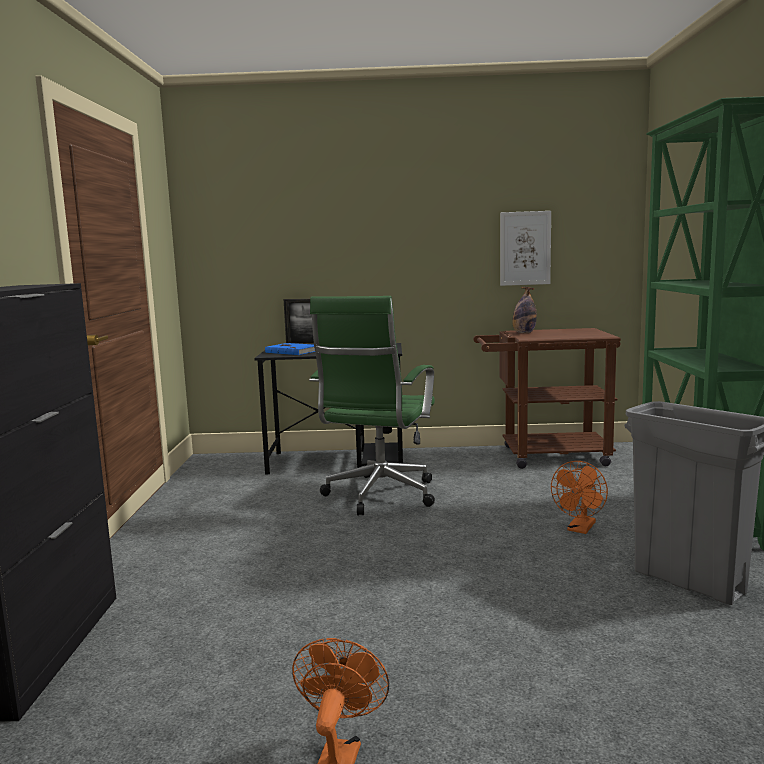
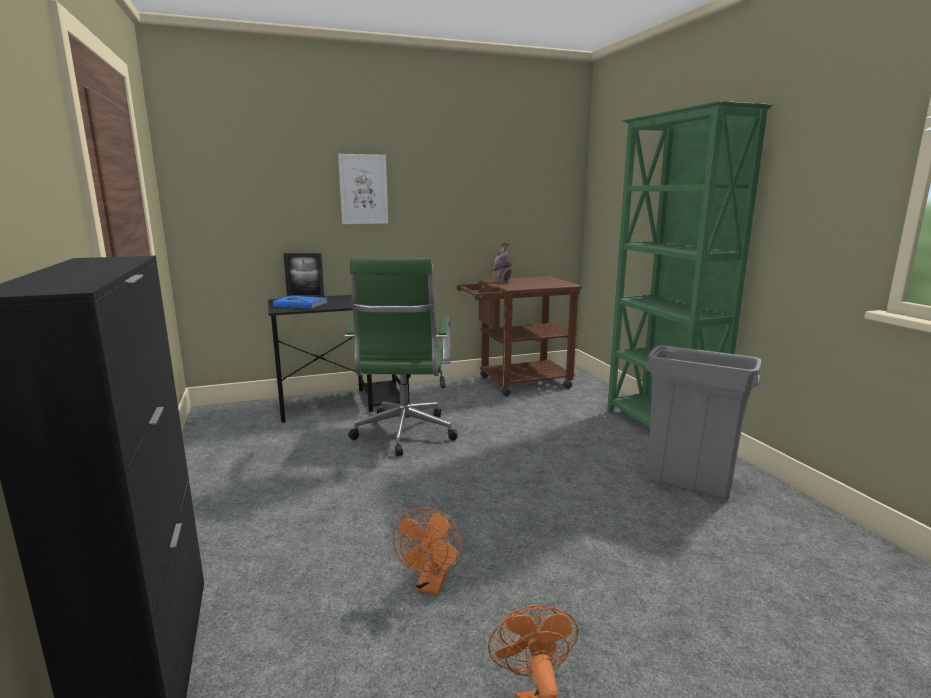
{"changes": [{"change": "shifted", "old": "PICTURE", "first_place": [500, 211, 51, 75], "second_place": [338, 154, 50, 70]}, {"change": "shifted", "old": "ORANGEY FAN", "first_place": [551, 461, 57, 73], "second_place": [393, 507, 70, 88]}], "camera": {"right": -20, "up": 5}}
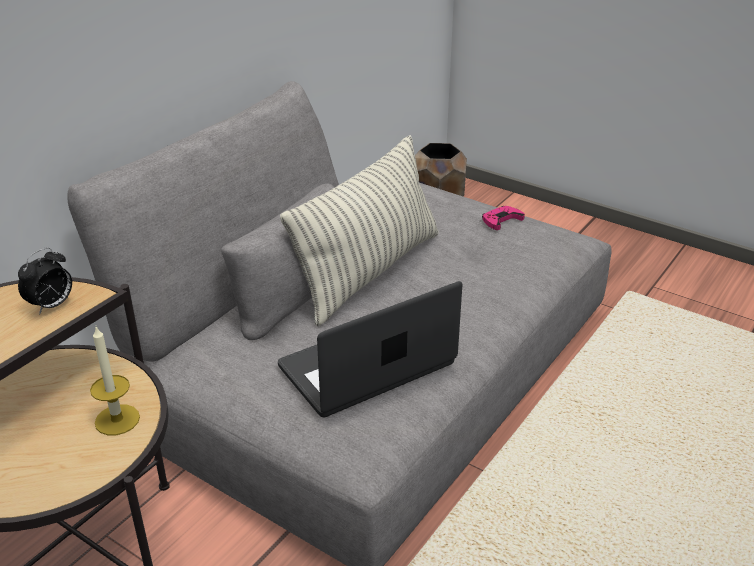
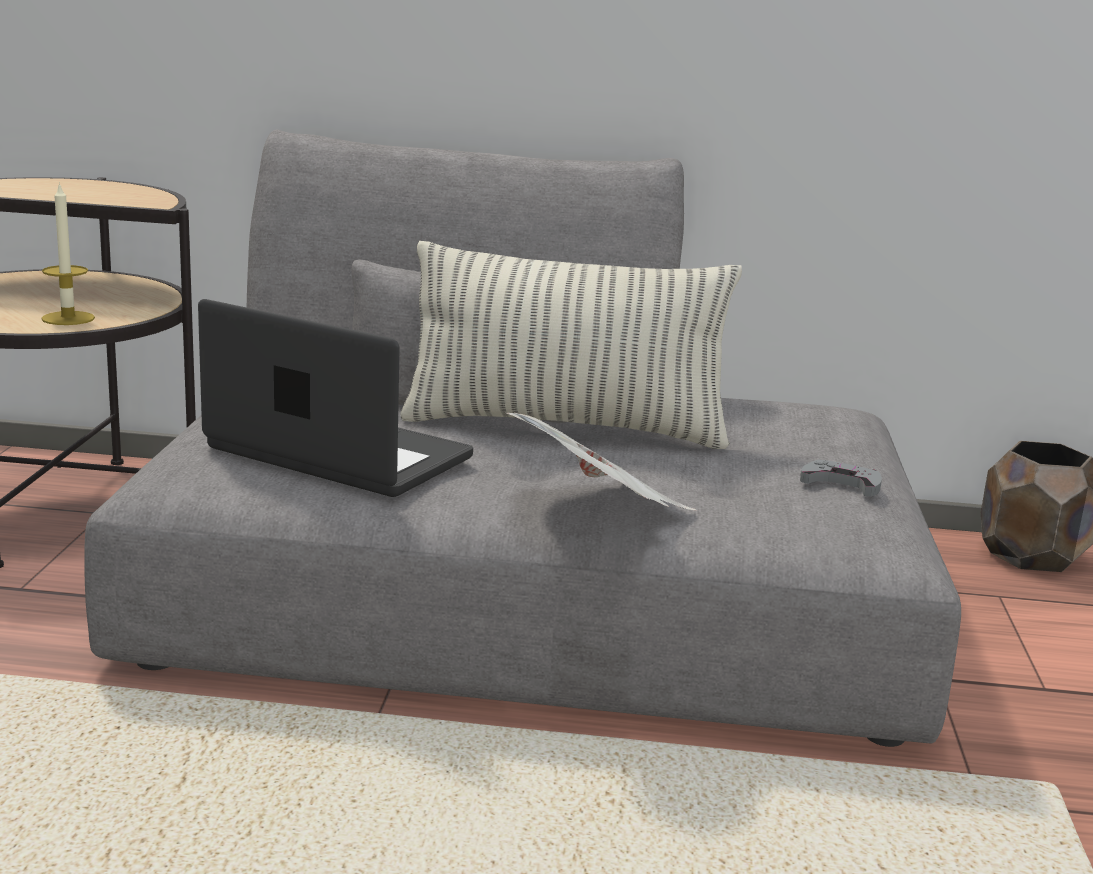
{"changes": [{"change": "gone", "old": "BEDSIDE CLOCK", "first_place": [18, 247, 54, 68]}, {"change": "repainted", "old": "PINK GAME CONTROLLER", "new": "GRAY GAME CONTROLLER", "first_place": [482, 206, 43, 24], "second_place": [800, 459, 82, 37]}, {"change": "new", "new": "DAILY PAPER", "second_place": [507, 413, 189, 97]}], "camera": {"right": 60, "up": -15}}
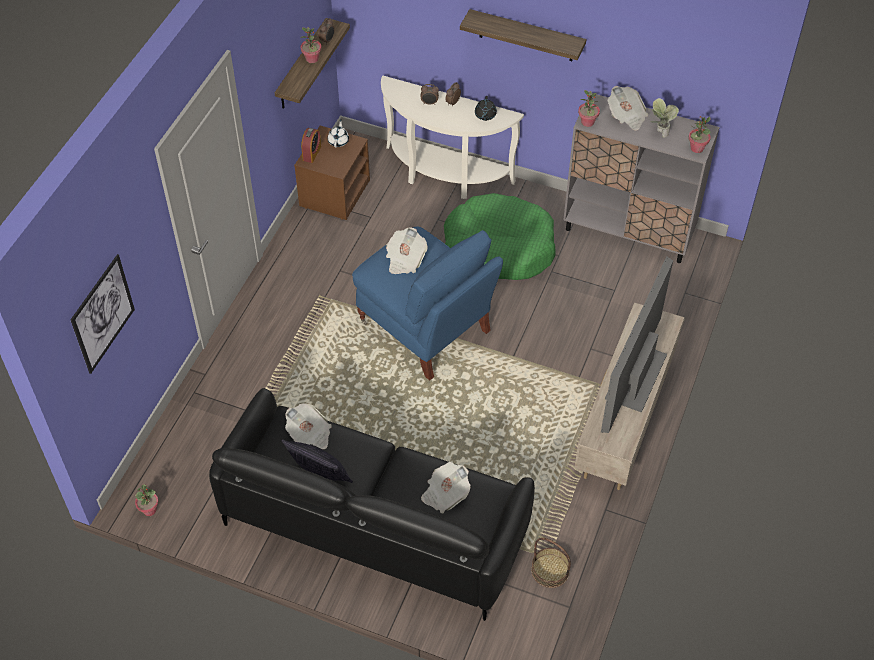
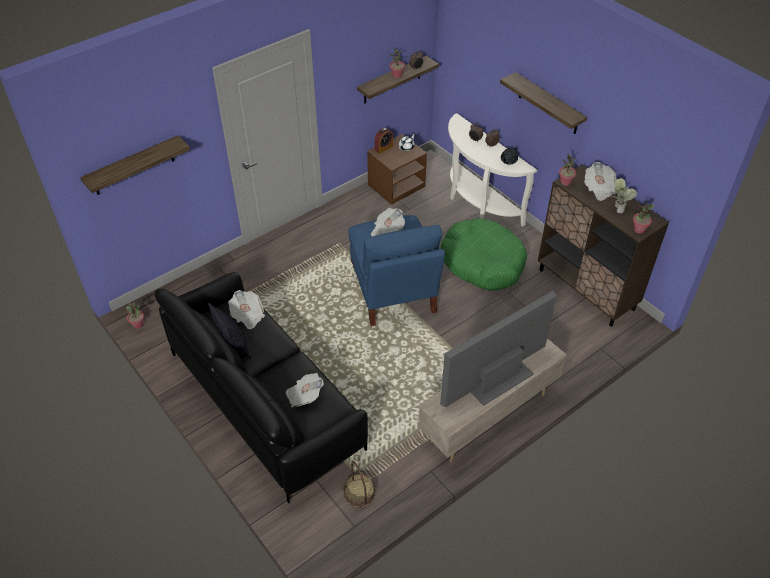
{"changes": [{"change": "swapped", "old": "PICTURE", "new": "SHELF", "first_place": [71, 254, 64, 120], "second_place": [80, 136, 110, 59]}, {"change": "repainted", "old": "GRAY CUPBOARD", "new": "BROWN CUPBOARD", "first_place": [563, 93, 157, 170], "second_place": [538, 164, 131, 163]}], "camera": {"right": 30, "up": -5}}
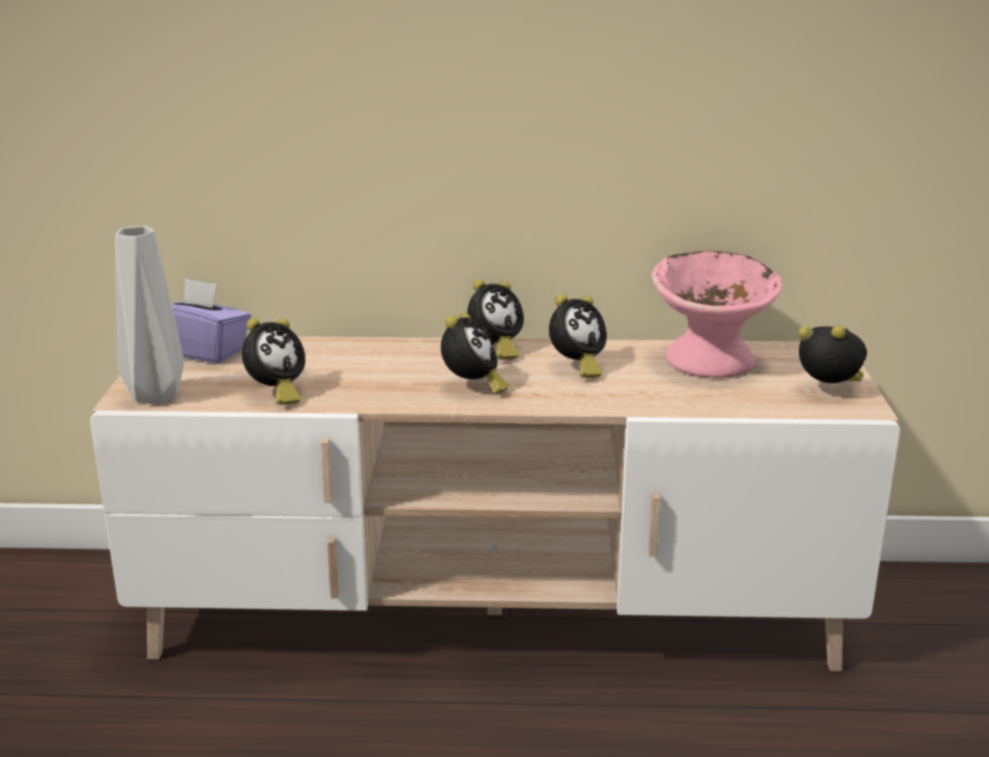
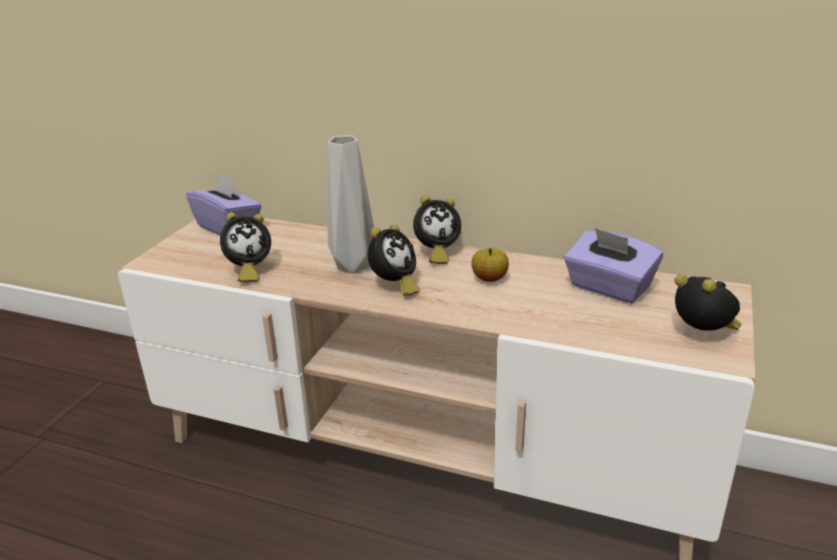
{"changes": [{"change": "shifted", "old": "GRAY DECORATIVE VASE", "first_place": [115, 226, 69, 179], "second_place": [328, 136, 46, 138]}, {"change": "swapped", "old": "BEDSIDE CLOCK", "new": "APPLE FRUIT", "first_place": [549, 294, 58, 84], "second_place": [471, 248, 38, 34]}, {"change": "swapped", "old": "PINK BOWL", "new": "PURPLISH TISSUE BOX", "first_place": [651, 251, 131, 127], "second_place": [564, 228, 99, 76]}], "camera": {"right": 20, "up": 5}}
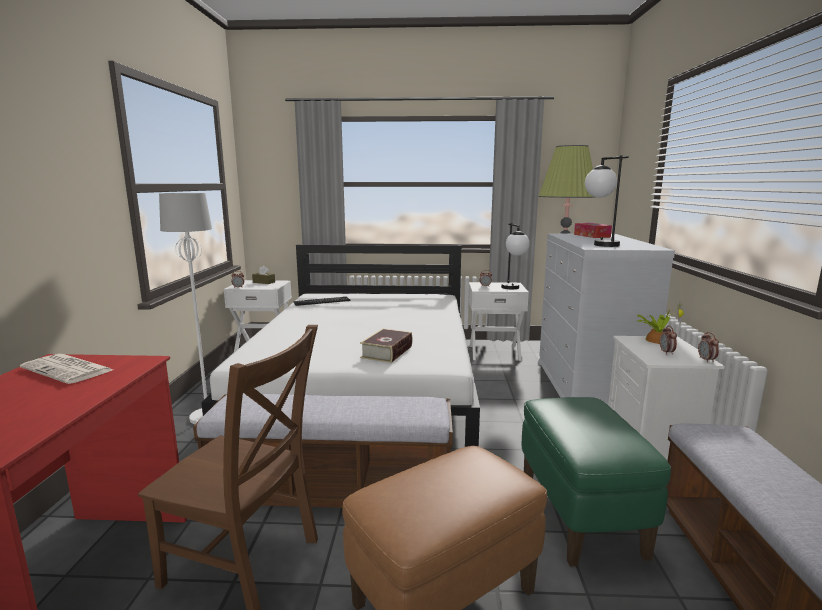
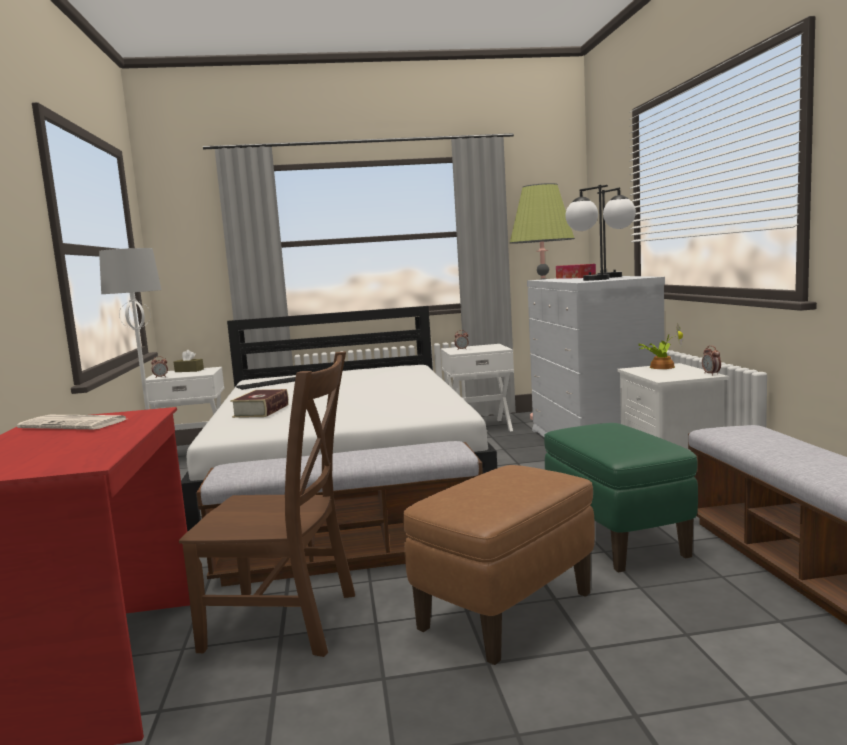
{"changes": [{"change": "shifted", "old": "VOLUME", "first_place": [360, 329, 52, 34], "second_place": [230, 389, 59, 29]}, {"change": "shifted", "old": "LAMP FOR A TABLE", "first_place": [501, 223, 29, 66], "second_place": [597, 187, 39, 91]}, {"change": "gone", "old": "BEDSIDE CLOCK", "first_place": [660, 326, 17, 29]}], "camera": {"right": -10, "up": -5}}
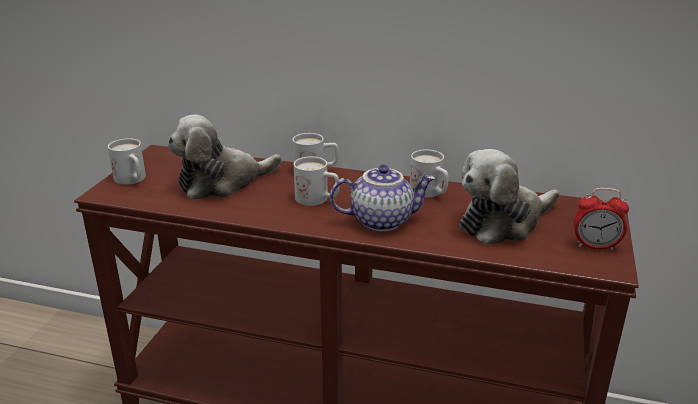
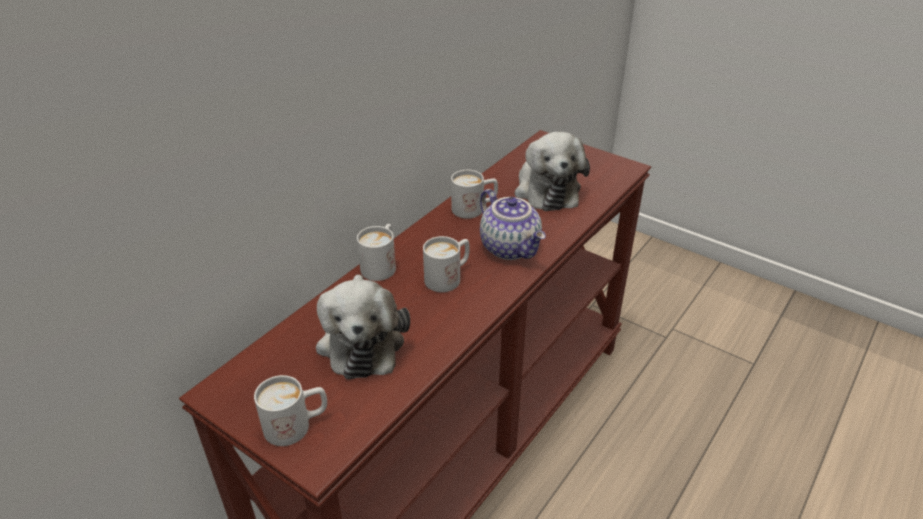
{"changes": [{"change": "rotated", "old": "TEA POT", "first_place": [330, 165, 106, 66], "second_place": [480, 189, 66, 71], "degrees": 135}, {"change": "gone", "old": "BEDSIDE CLOCK", "first_place": [574, 188, 55, 63]}], "camera": {"right": -70, "up": 10}}
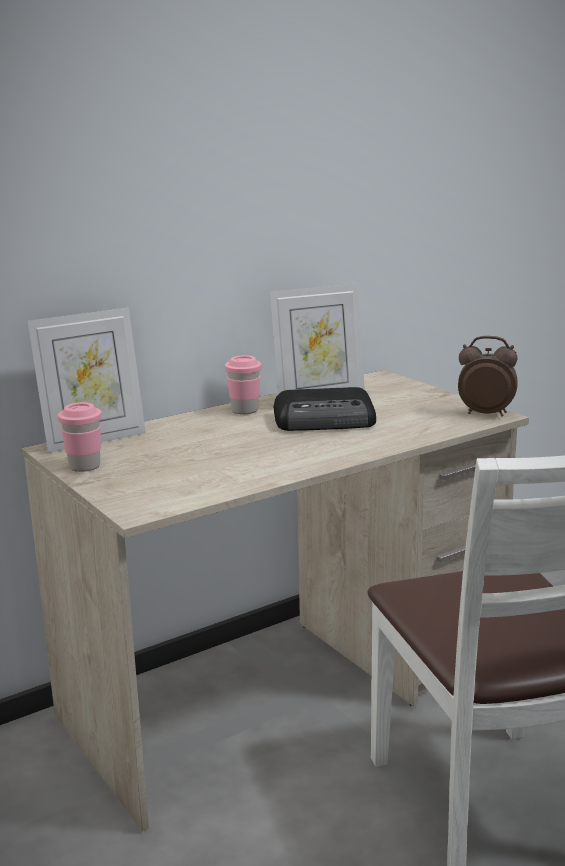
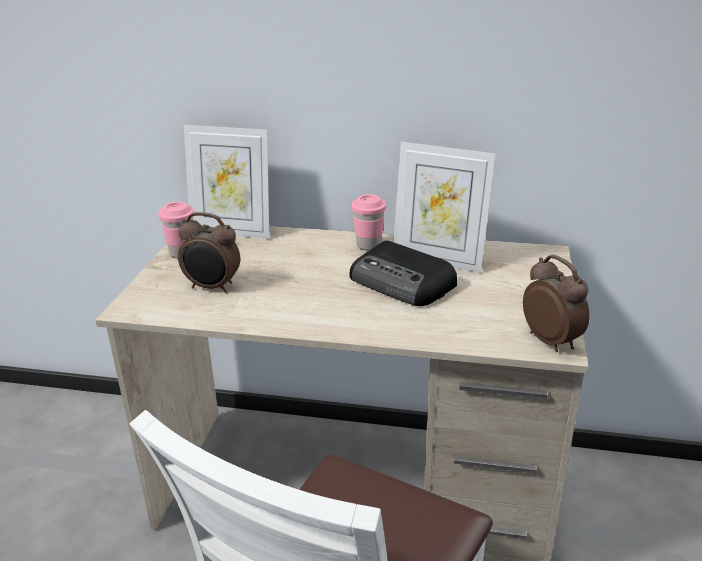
{"changes": [{"change": "new", "new": "BEDSIDE CLOCK", "second_place": [178, 212, 62, 81]}], "camera": {"right": 45, "up": 10}}
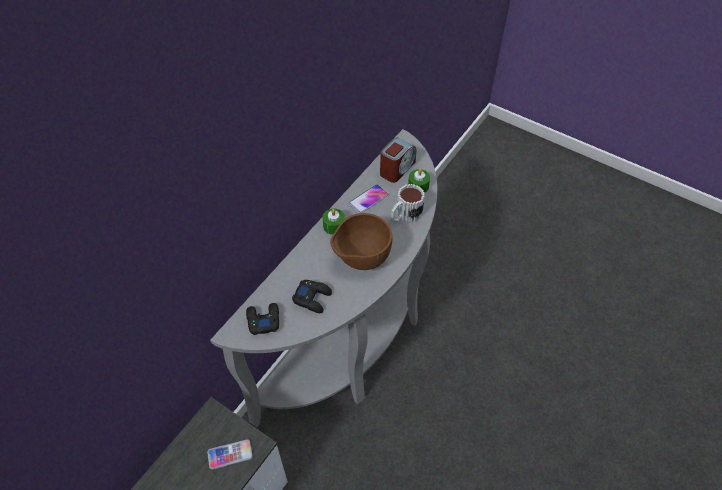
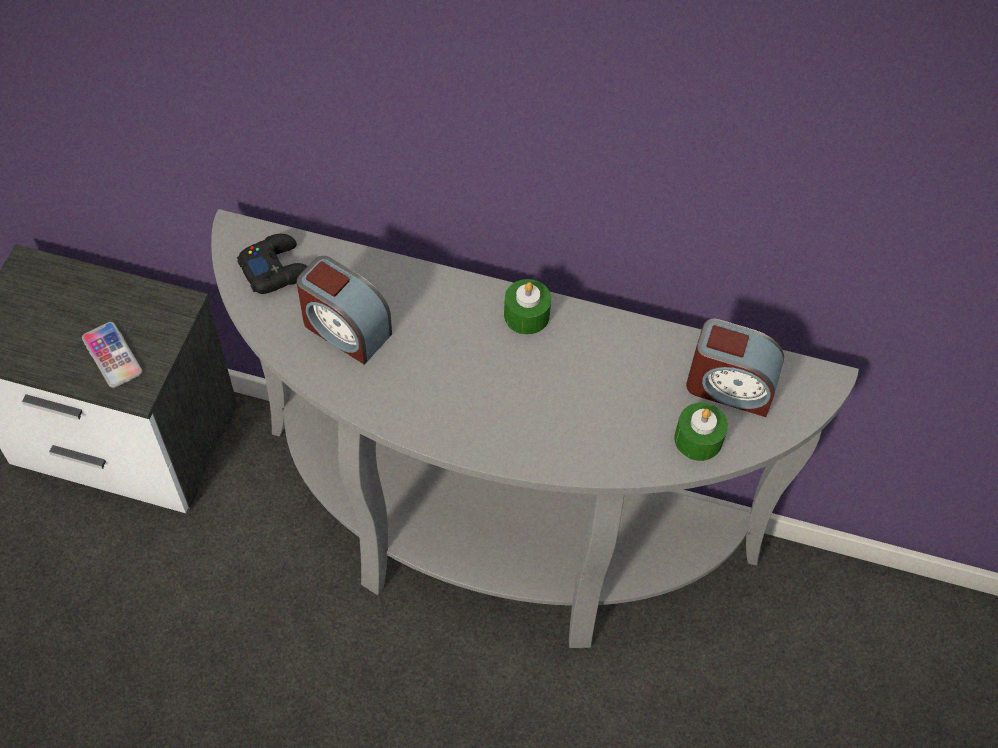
{"changes": [{"change": "swapped", "old": "BLACKISH GAME CONTROLLER", "new": "BEDSIDE CLOCK", "first_place": [292, 280, 40, 33], "second_place": [297, 256, 95, 108]}, {"change": "gone", "old": "BROWN BOWL", "first_place": [330, 213, 62, 57]}, {"change": "gone", "old": "TELEPHONE", "first_place": [349, 184, 39, 29]}, {"change": "gone", "old": "COFFEE MUG", "first_place": [391, 184, 34, 39]}], "camera": {"right": 70, "up": 5}}
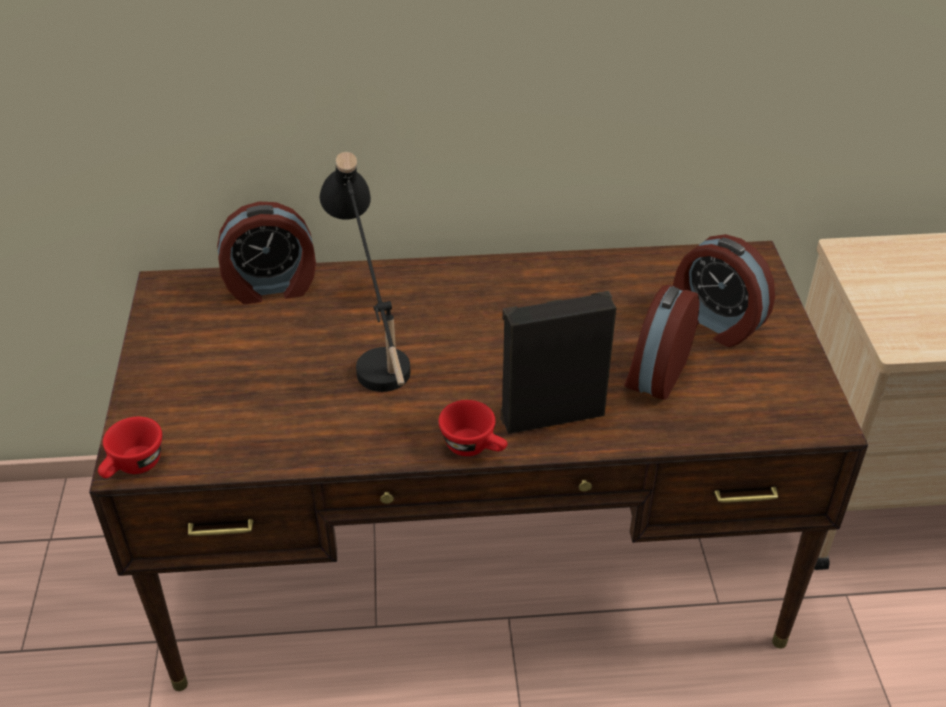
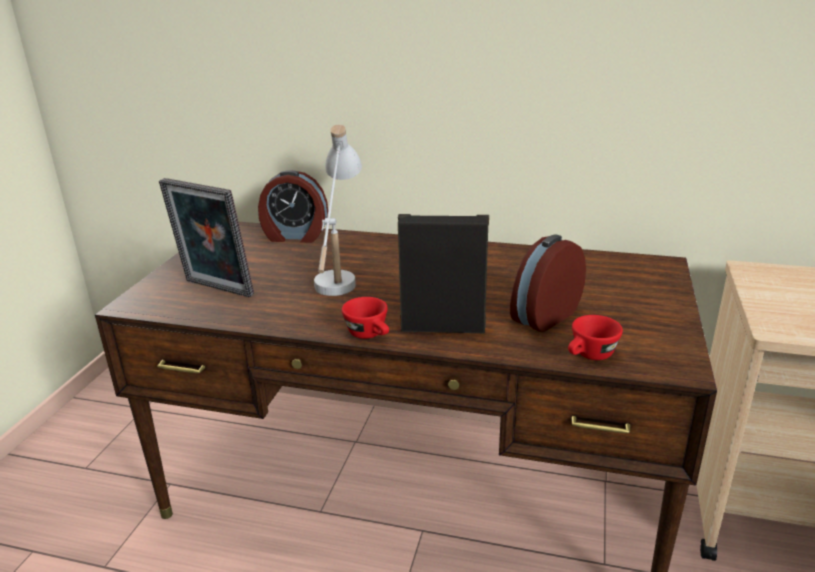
{"changes": [{"change": "shifted", "old": "RED CUP", "first_place": [98, 417, 64, 61], "second_place": [568, 315, 55, 45]}, {"change": "repainted", "old": "BLACKISH LAMP FOR A TABLE", "new": "WHITE-COLOURED LAMP FOR A TABLE", "first_place": [320, 152, 90, 240], "second_place": [314, 125, 48, 171]}, {"change": "gone", "old": "BEDSIDE CLOCK", "first_place": [673, 234, 102, 113]}, {"change": "new", "new": "PHOTO FRAME", "second_place": [159, 178, 95, 119]}], "camera": {"right": 20, "up": -15}}
